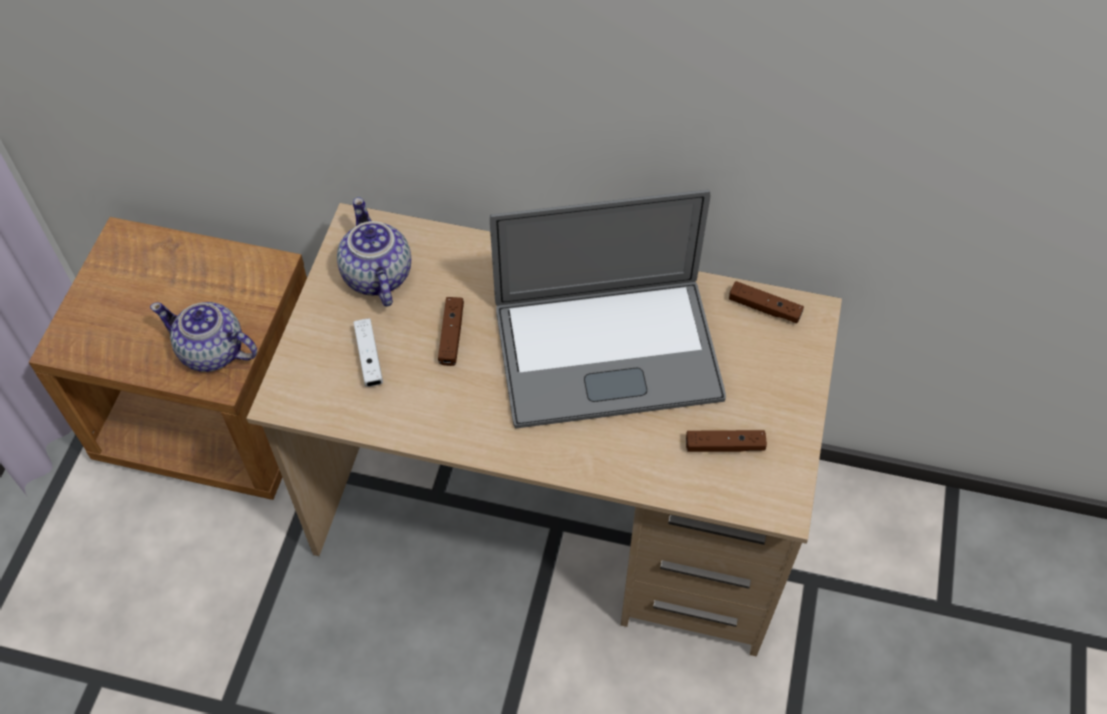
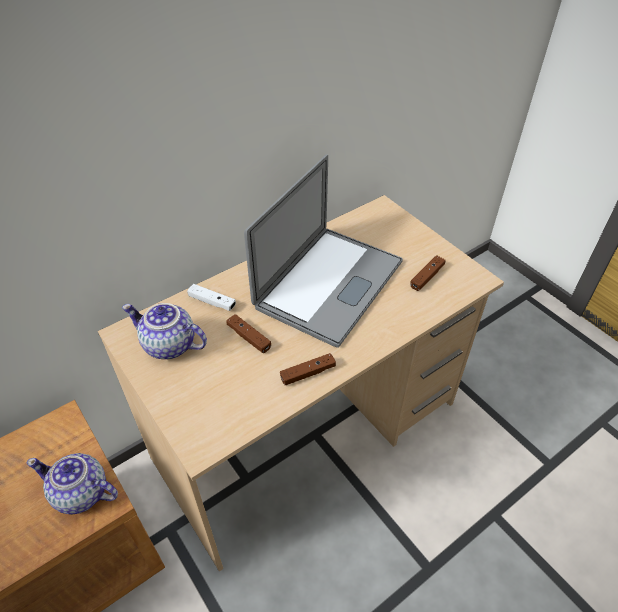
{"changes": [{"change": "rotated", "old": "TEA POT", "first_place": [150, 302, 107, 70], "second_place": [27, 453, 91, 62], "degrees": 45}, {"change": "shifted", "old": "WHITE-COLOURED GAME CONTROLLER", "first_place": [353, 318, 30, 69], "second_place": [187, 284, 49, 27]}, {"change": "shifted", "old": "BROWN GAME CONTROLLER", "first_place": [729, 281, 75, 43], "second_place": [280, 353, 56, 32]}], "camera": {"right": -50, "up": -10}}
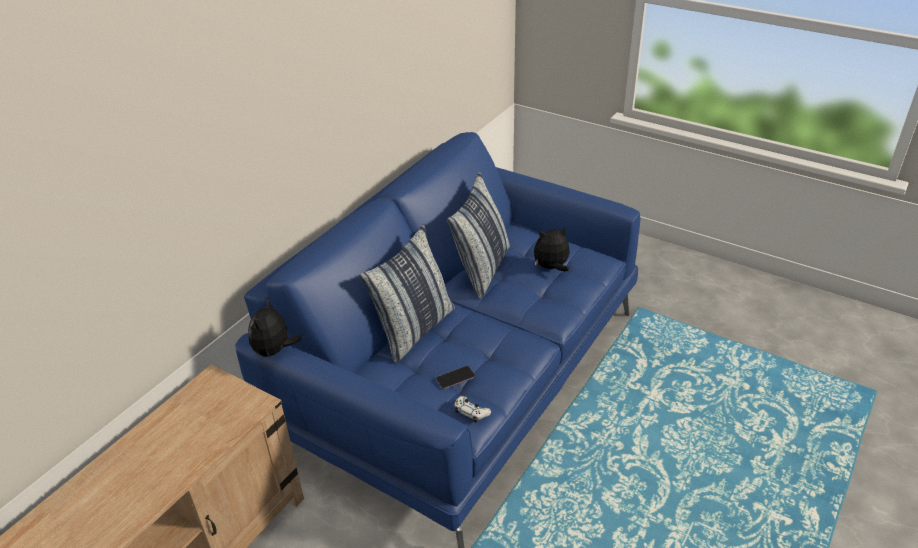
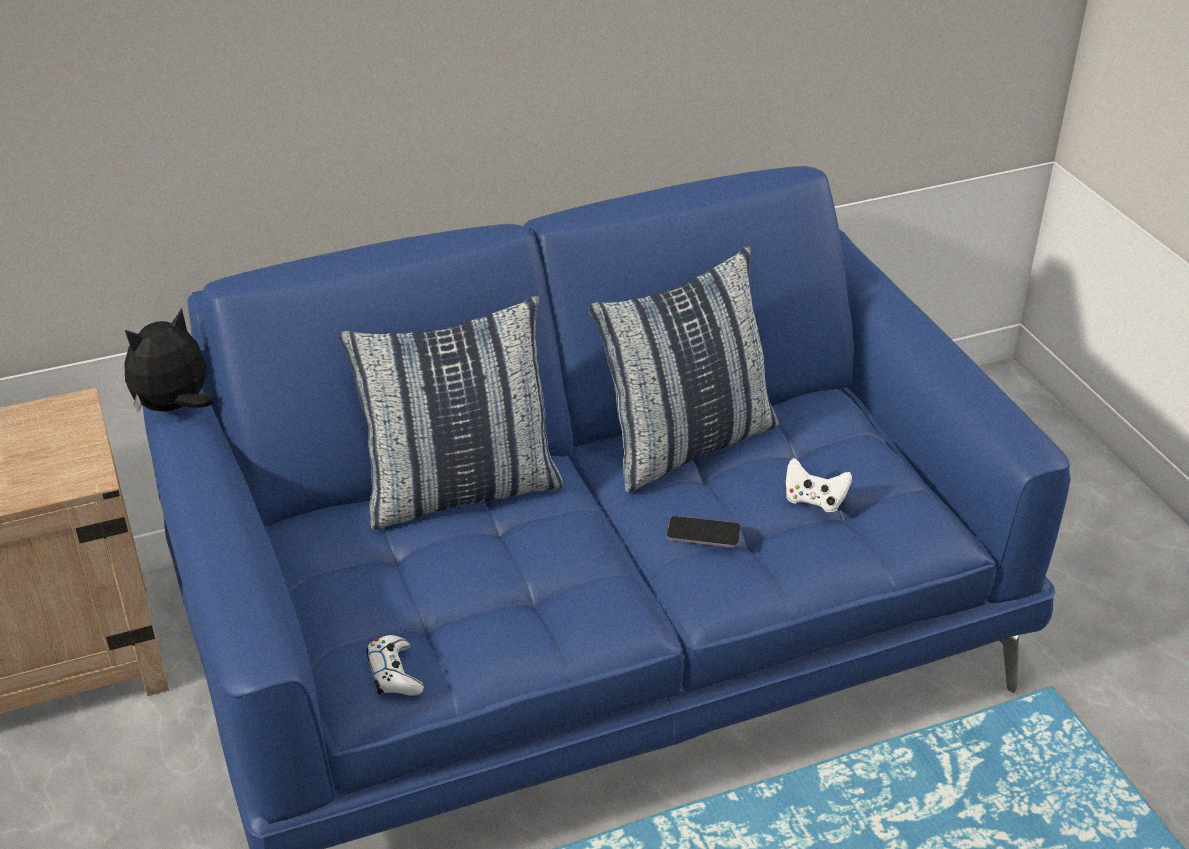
{"changes": [{"change": "shifted", "old": "TELEPHONE", "first_place": [436, 366, 39, 23], "second_place": [667, 516, 74, 32]}, {"change": "swapped", "old": "CUDDLY TOY", "new": "WHITE-COLOURED GAME CONTROLLER", "first_place": [534, 226, 36, 45], "second_place": [786, 458, 66, 55]}], "camera": {"right": 35, "up": 0}}
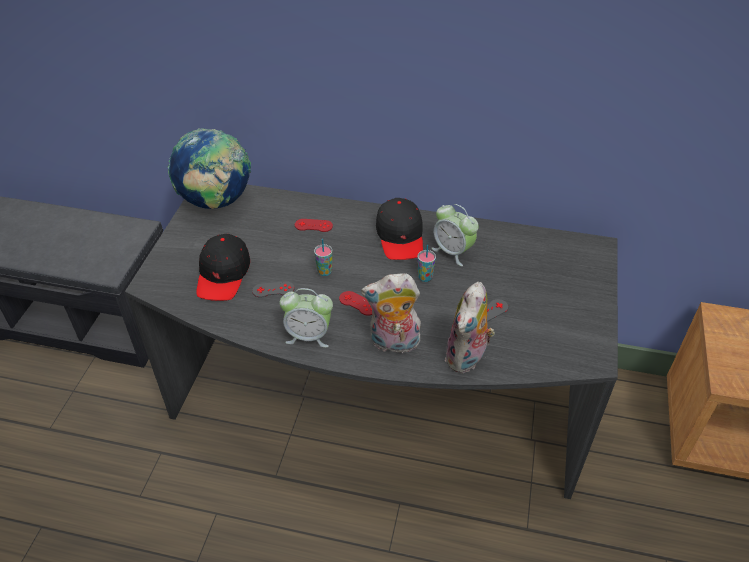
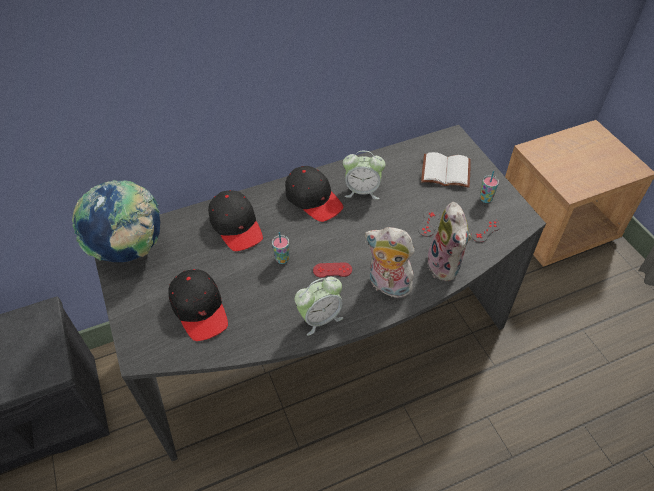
{"changes": [{"change": "shifted", "old": "GRAY GAME CONTROLLER", "first_place": [252, 281, 43, 16], "second_place": [471, 218, 30, 25]}, {"change": "swapped", "old": "RED GAME CONTROLLER", "new": "BLACKISH CAP", "first_place": [295, 219, 38, 13], "second_place": [208, 190, 55, 61]}, {"change": "rotated", "old": "CUDDLY TOY", "first_place": [361, 274, 60, 79], "second_place": [365, 227, 51, 71], "degrees": 60}, {"change": "shifted", "old": "CUP", "first_place": [418, 245, 18, 37], "second_place": [480, 171, 19, 32]}, {"change": "new", "new": "WHITE-COLOURED VOLUME", "second_place": [421, 152, 50, 36]}], "camera": {"right": -35, "up": 5}}
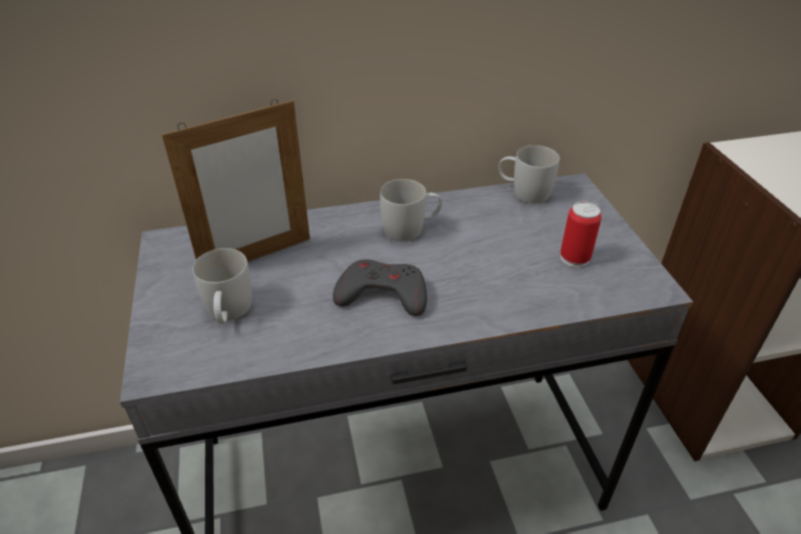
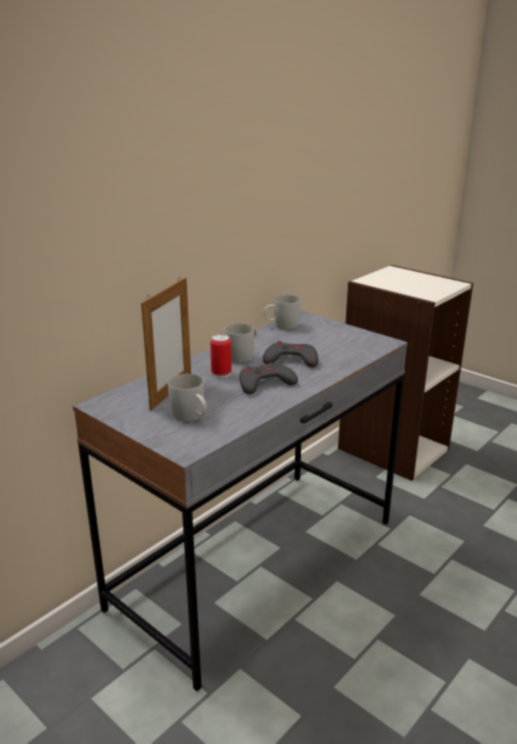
{"changes": [{"change": "shifted", "old": "SEALED CAN", "first_place": [560, 201, 42, 66], "second_place": [210, 334, 22, 44]}, {"change": "new", "new": "GRAY GAME CONTROLLER", "second_place": [263, 341, 55, 26]}], "camera": {"right": -35, "up": -15}}
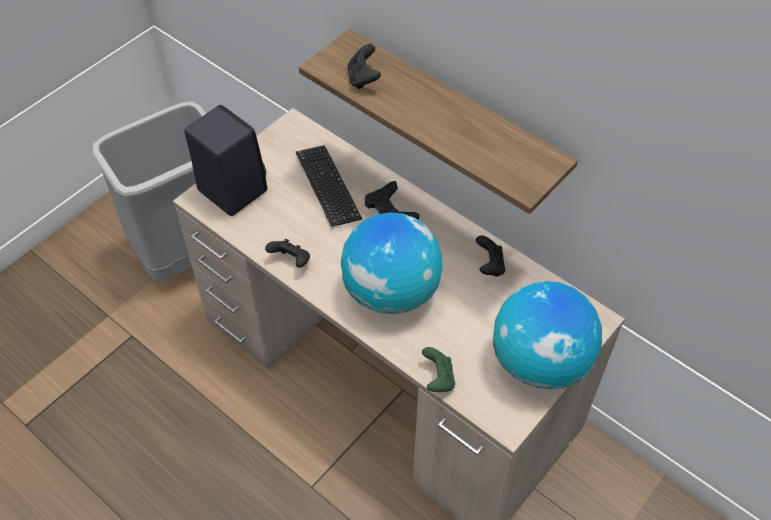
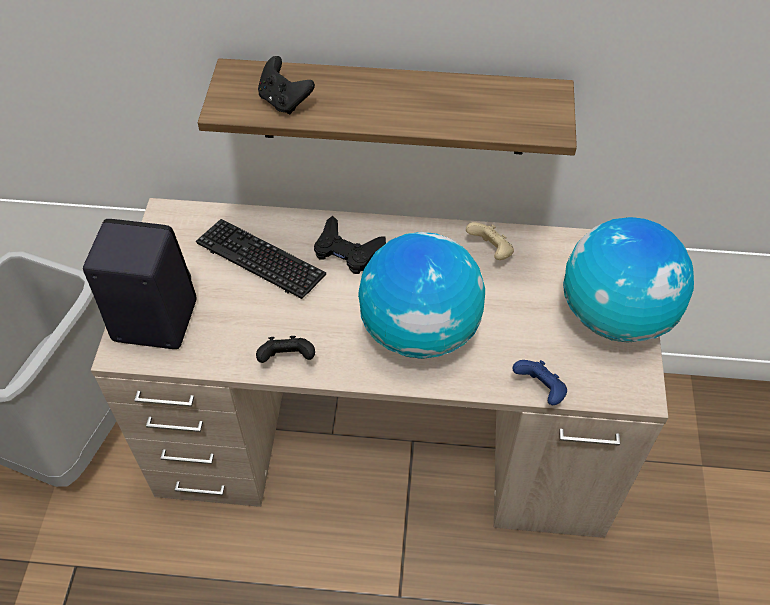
{"changes": [{"change": "repainted", "old": "GREEN-COLOURED GAME CONTROLLER", "new": "BLUE GAME CONTROLLER", "first_place": [422, 347, 33, 45], "second_place": [512, 360, 55, 45]}, {"change": "repainted", "old": "BLACKISH GAME CONTROLLER", "new": "BEIGE-COLOURED GAME CONTROLLER", "first_place": [476, 236, 29, 41], "second_place": [466, 222, 48, 38]}], "camera": {"right": -35, "up": 0}}
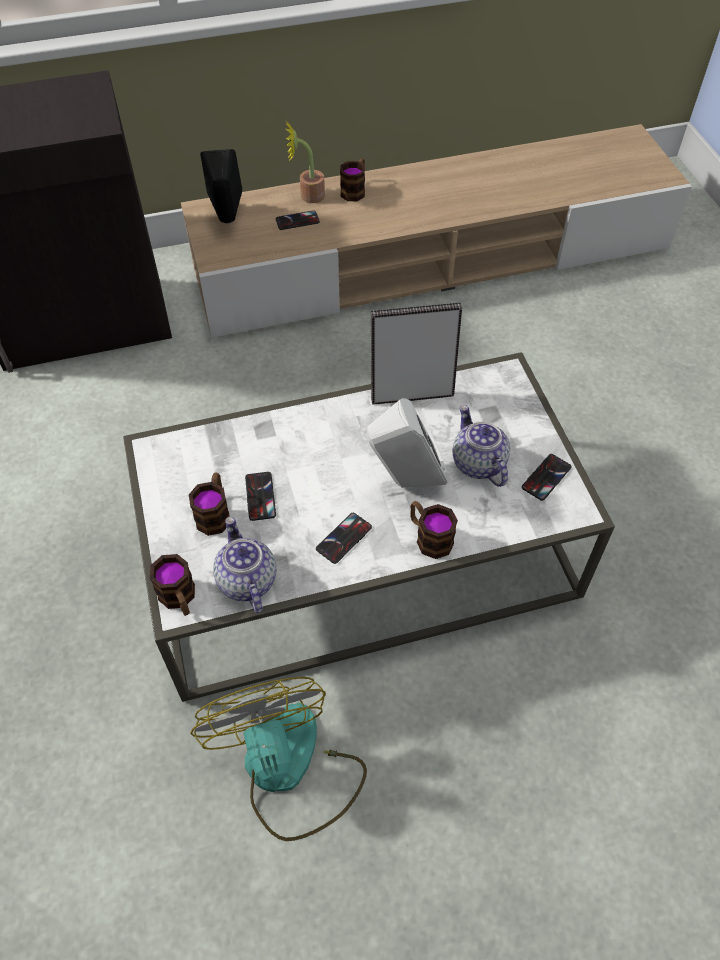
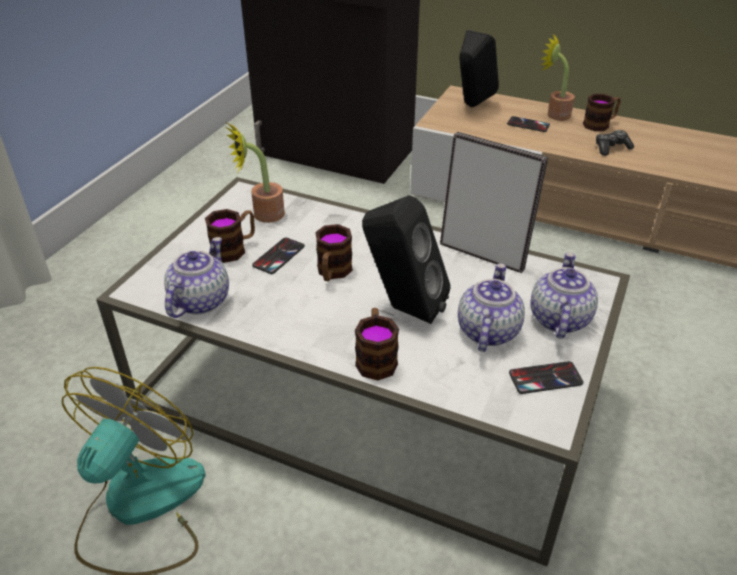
{"changes": [{"change": "shifted", "old": "COFFEE MUG", "first_place": [150, 554, 45, 62], "second_place": [315, 224, 38, 57]}, {"change": "gone", "old": "TELEPHONE", "first_place": [316, 513, 56, 51]}, {"change": "repainted", "old": "WHITE-COLOURED SPEAKER", "new": "BLACKISH SPEAKER", "first_place": [367, 398, 80, 90], "second_place": [362, 195, 89, 129]}, {"change": "new", "new": "HOUSEPLANT", "second_place": [226, 123, 59, 100]}, {"change": "new", "new": "TEA POT", "second_place": [531, 252, 67, 87]}, {"change": "new", "new": "GAME CONTROLLER", "second_place": [596, 130, 38, 26]}], "camera": {"right": 40, "up": -15}}
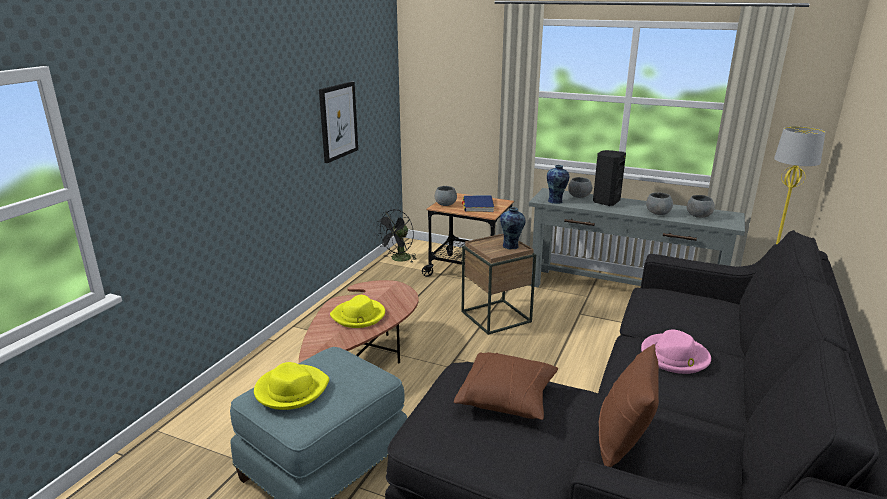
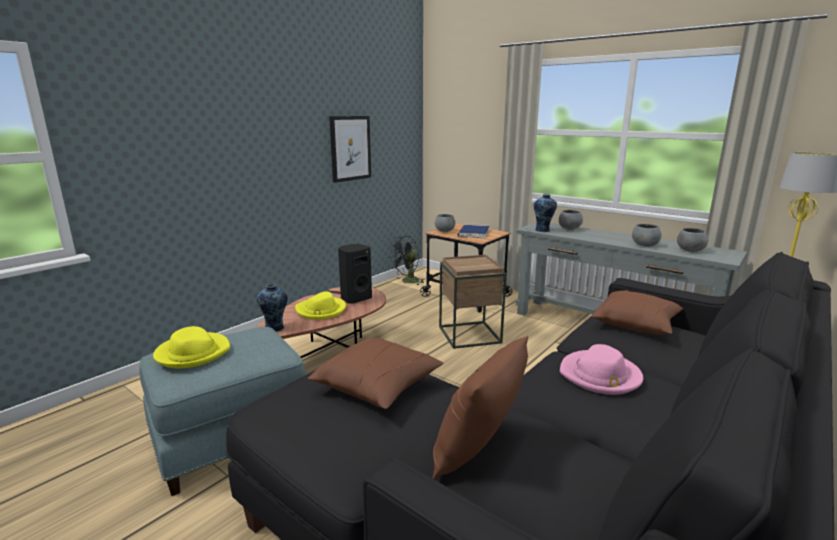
{"changes": [{"change": "shifted", "old": "DECORATIVE VASE", "first_place": [500, 207, 26, 42], "second_place": [257, 284, 30, 48]}, {"change": "shifted", "old": "BLACKISH SPEAKER", "first_place": [593, 150, 33, 56], "second_place": [338, 244, 34, 60]}, {"change": "new", "new": "BROWN CUSHION", "second_place": [592, 290, 91, 45]}], "camera": {"right": 15, "up": -5}}
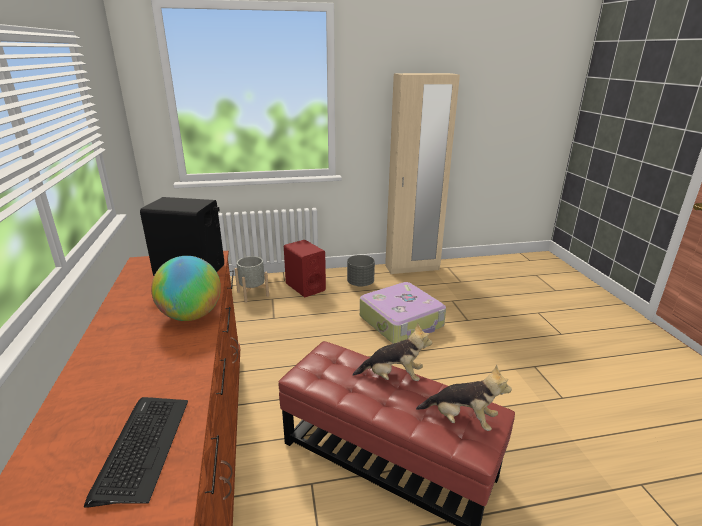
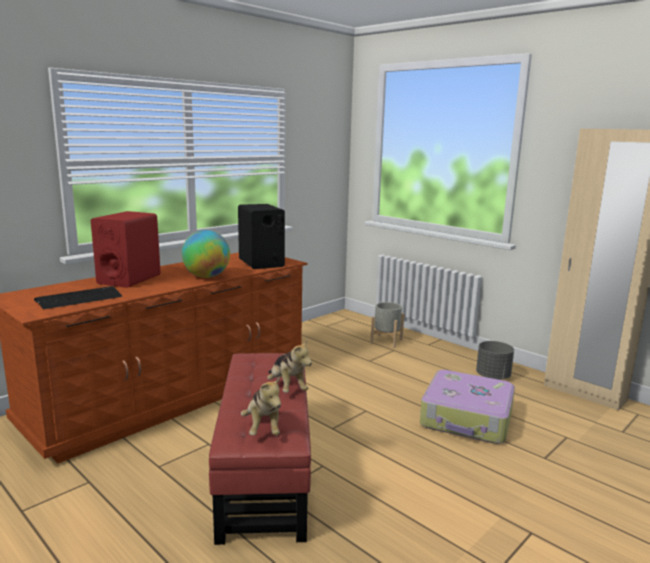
{"changes": [{"change": "shifted", "old": "RED SPEAKER", "first_place": [284, 240, 42, 57], "second_place": [91, 211, 70, 77]}], "camera": {"right": 55, "up": -10}}
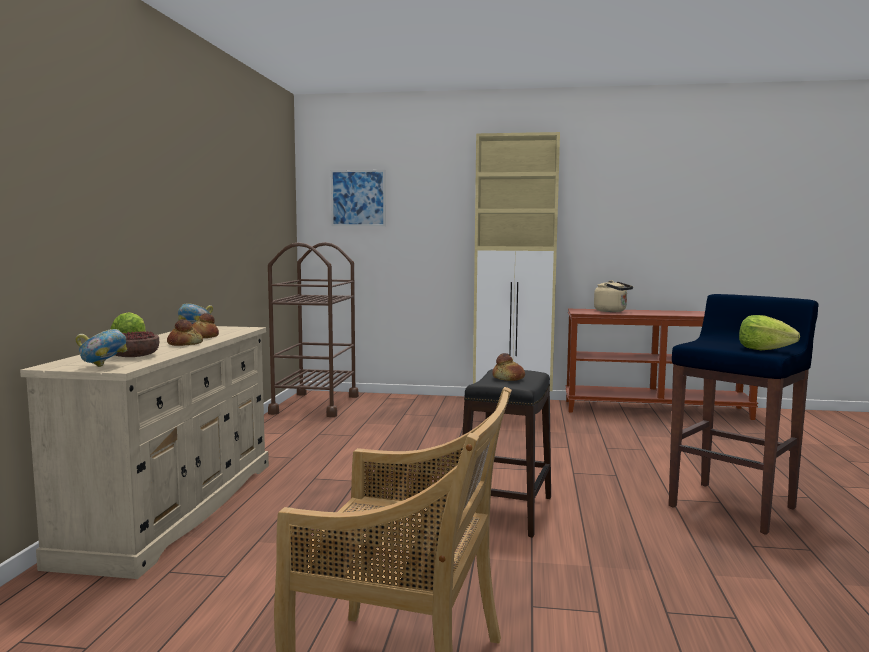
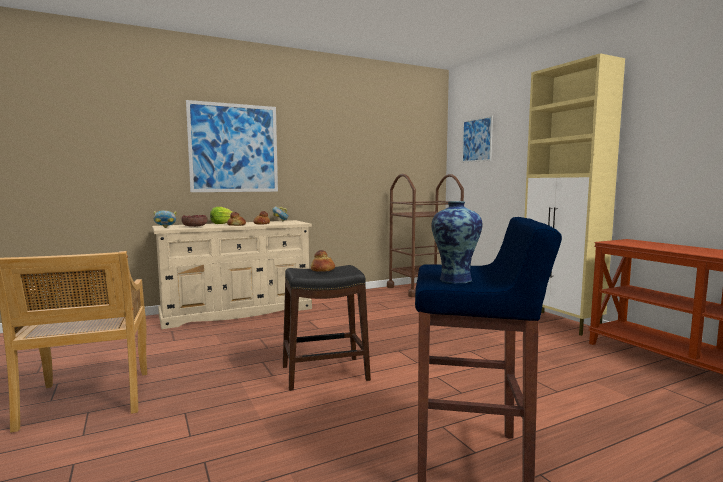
{"changes": [{"change": "gone", "old": "BEIGE-COLOURED WATER KETTLE", "first_place": [594, 280, 39, 32]}, {"change": "swapped", "old": "HEAD OF LETTUCE", "new": "DECORATIVE VASE", "first_place": [739, 315, 61, 35], "second_place": [431, 201, 51, 82]}, {"change": "new", "new": "PICTURE", "second_place": [186, 100, 92, 92]}], "camera": {"right": 55, "up": 0}}
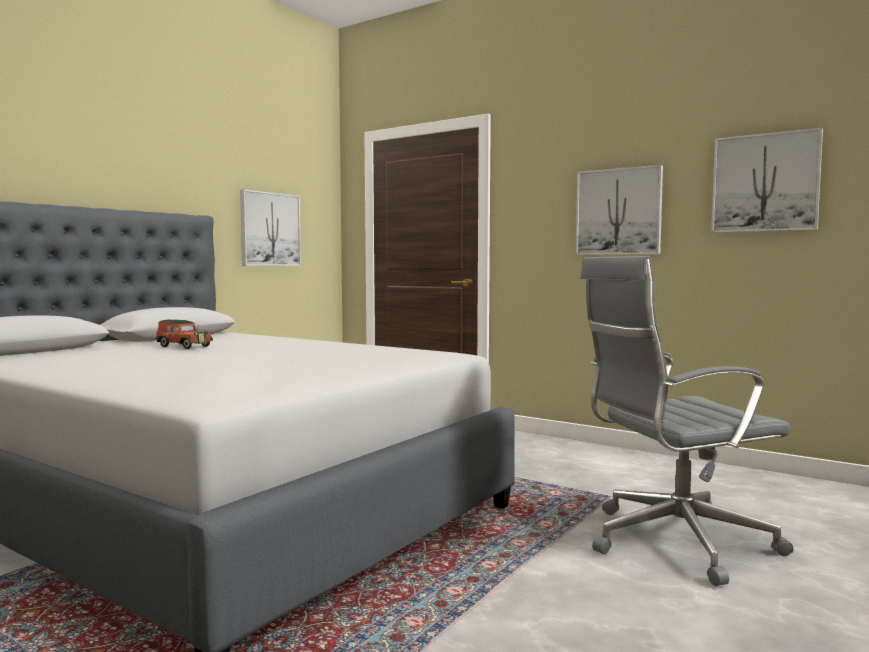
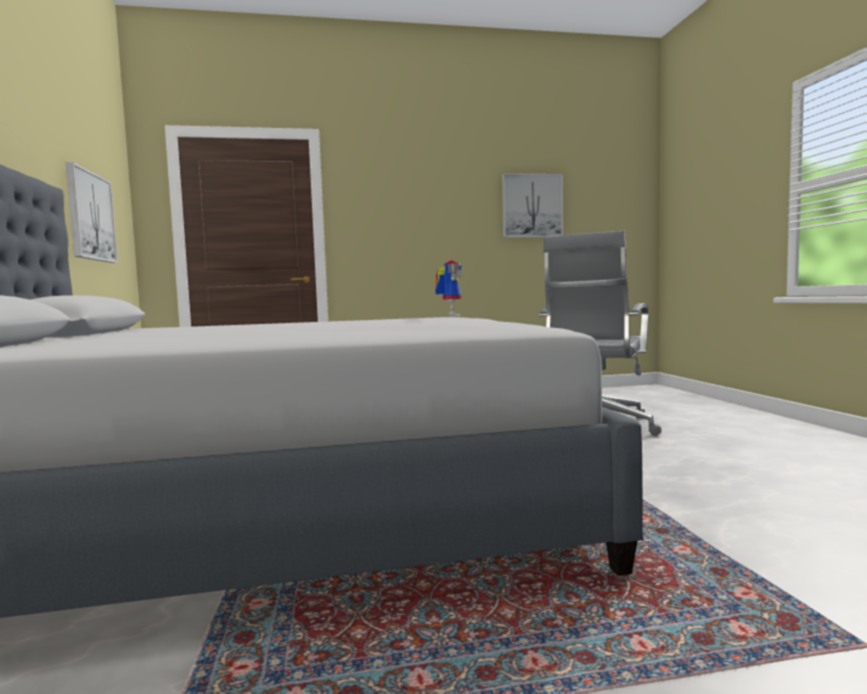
{"changes": [{"change": "gone", "old": "MODEL CAR", "first_place": [156, 320, 57, 29]}, {"change": "gone", "old": "PICTURE", "first_place": [576, 165, 87, 90]}, {"change": "new", "new": "TOY ROBOT", "second_place": [435, 260, 27, 57]}], "camera": {"right": -45, "up": 0}}
